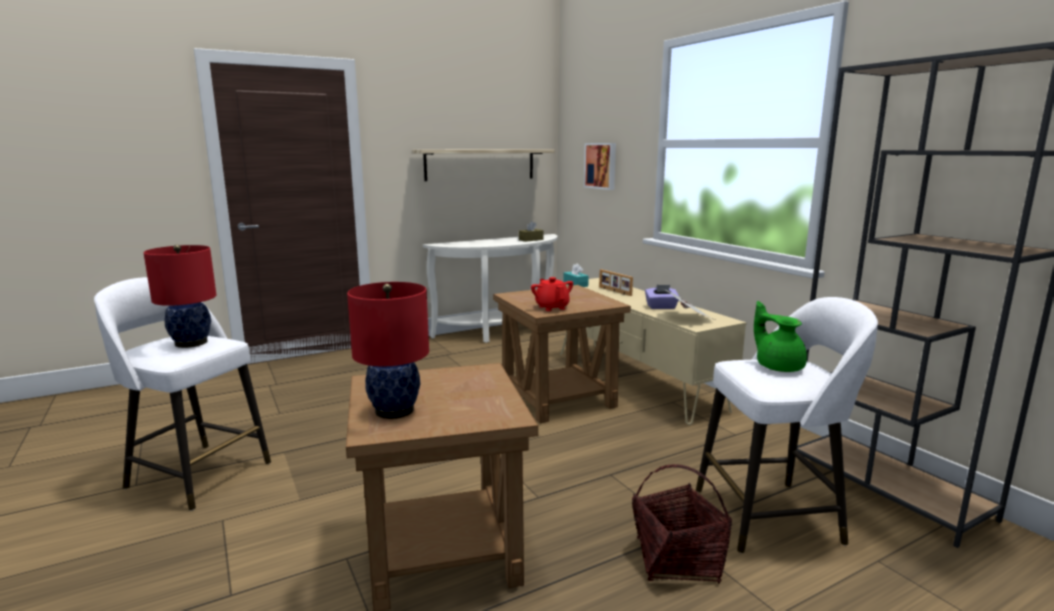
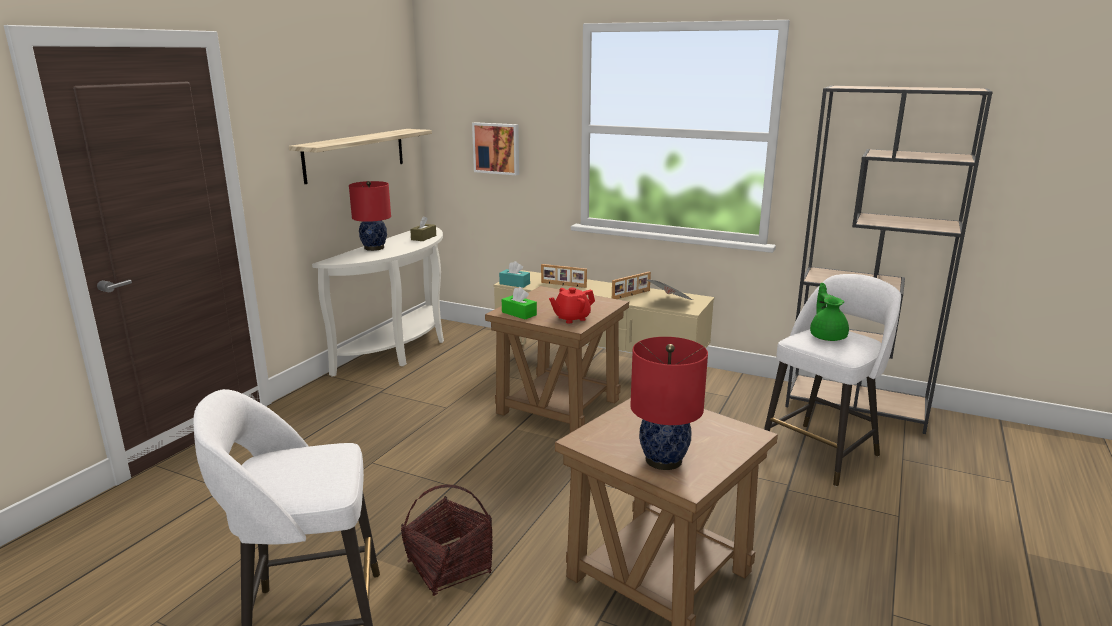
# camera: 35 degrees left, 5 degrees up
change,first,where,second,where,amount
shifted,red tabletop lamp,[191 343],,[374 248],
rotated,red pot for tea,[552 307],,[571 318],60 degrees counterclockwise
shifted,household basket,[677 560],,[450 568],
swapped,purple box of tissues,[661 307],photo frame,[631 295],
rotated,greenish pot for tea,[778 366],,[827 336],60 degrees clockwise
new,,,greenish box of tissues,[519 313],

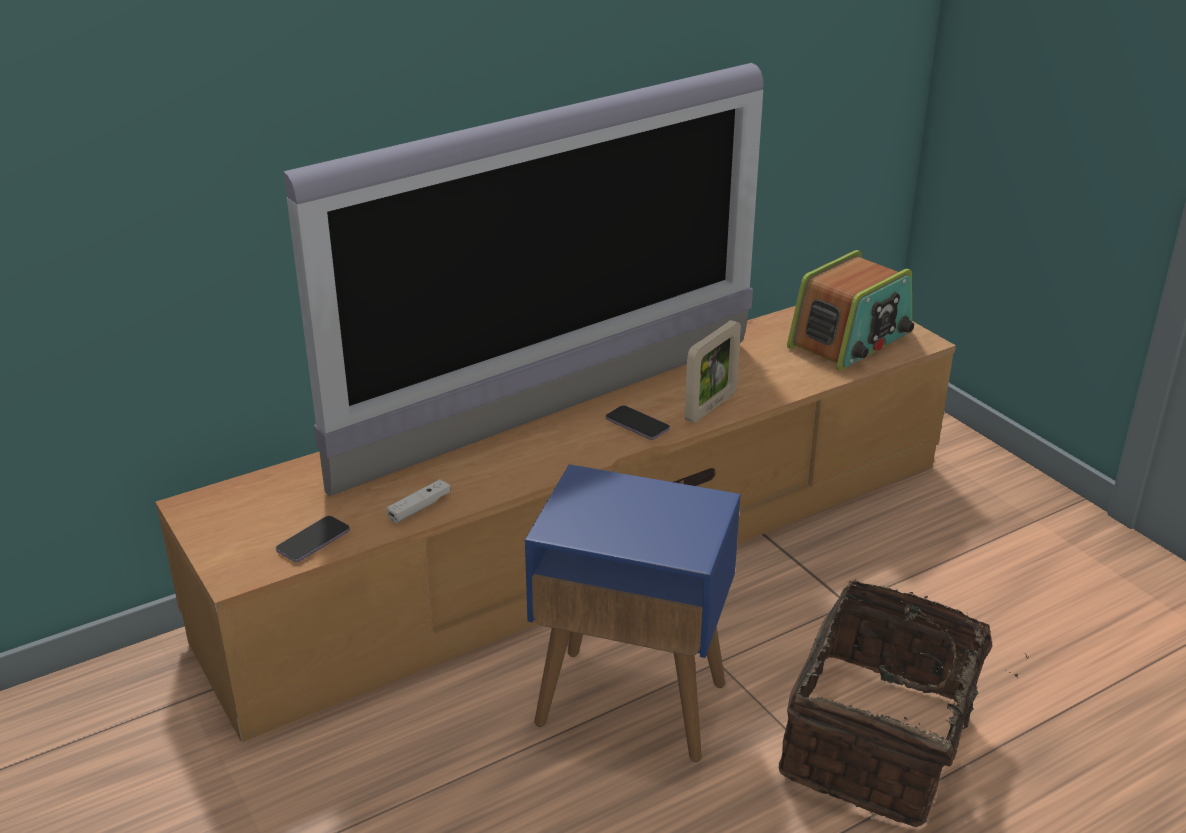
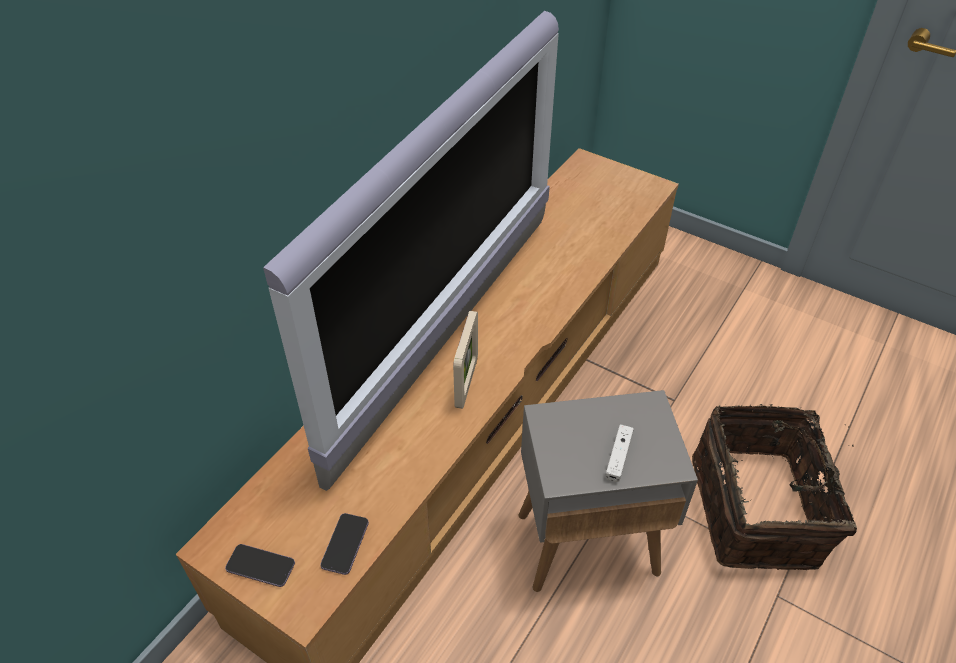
# camera: 25 degrees left, 15 degrees up
change,first,where,second,where,amount
shifted,white-coloured gamepad,[419 507],,[618 457],
repainted,bluish side table,[633 704],gray side table,[589 543],
shifted,phone,[637 424],,[260 566],
shifted,photo frame,[710 407],,[466 383],
gone,radio,[851 340],,,

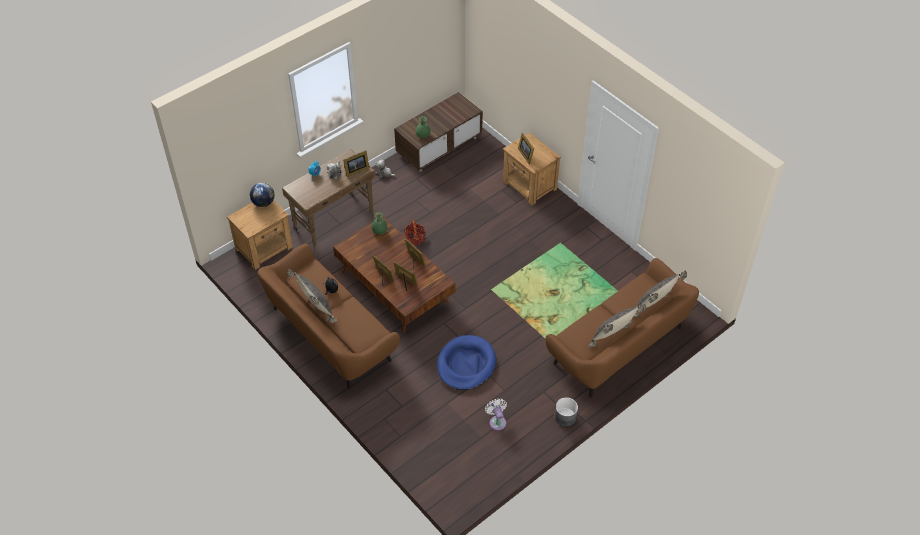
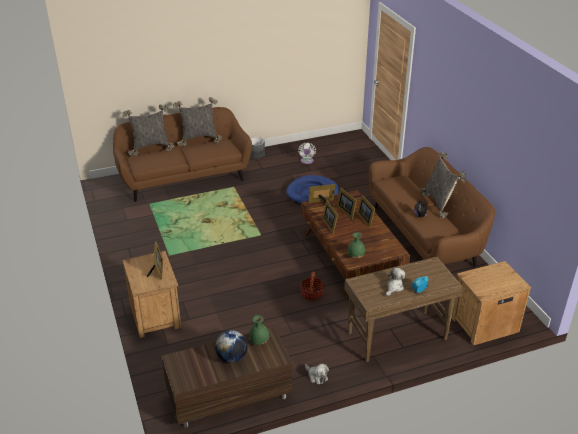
# camera: 160 degrees left, 15 degrees down
change,first,where,second,where,amount
shifted,world globe,[263 203],,[232 357],
shifted,photo frame,[355 170],,[322 203],

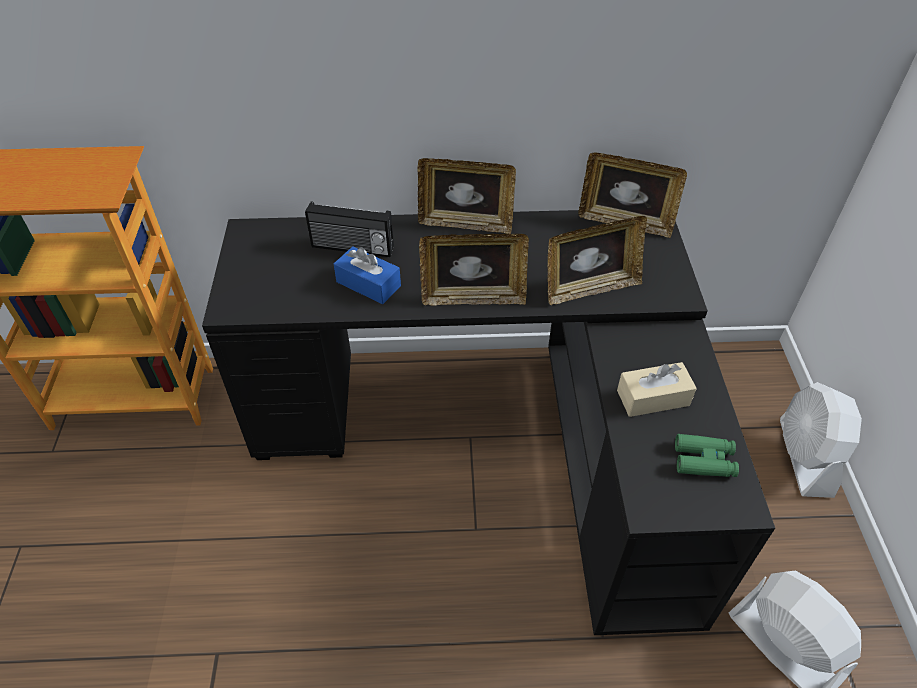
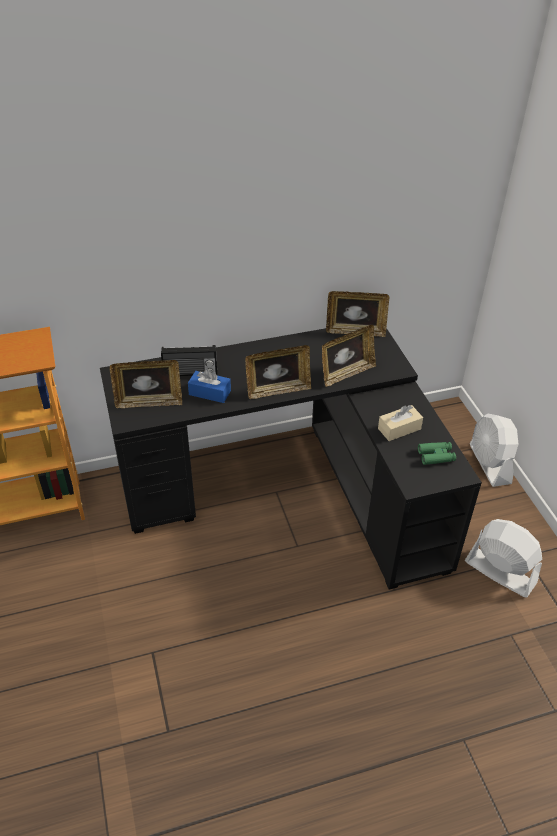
# camera: 15 degrees left, 5 degrees down
change,first,where,second,where,amount
shifted,photo frame,[465 223],,[149 402],

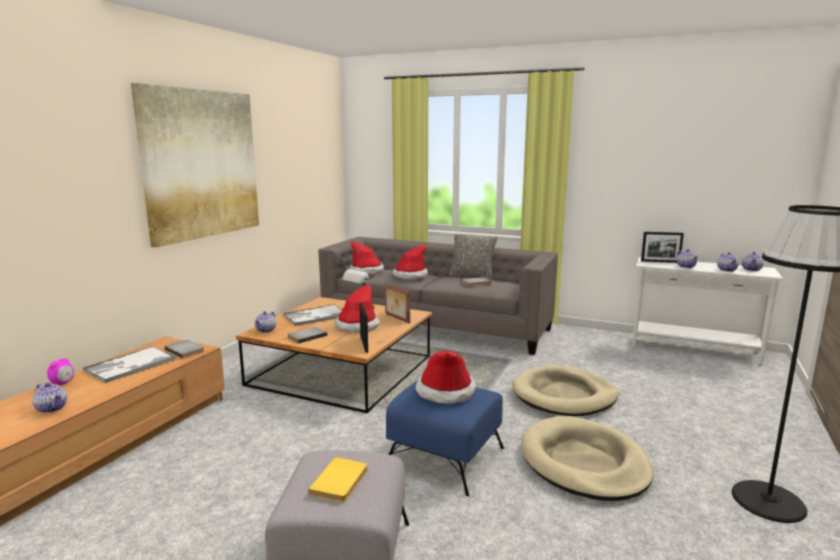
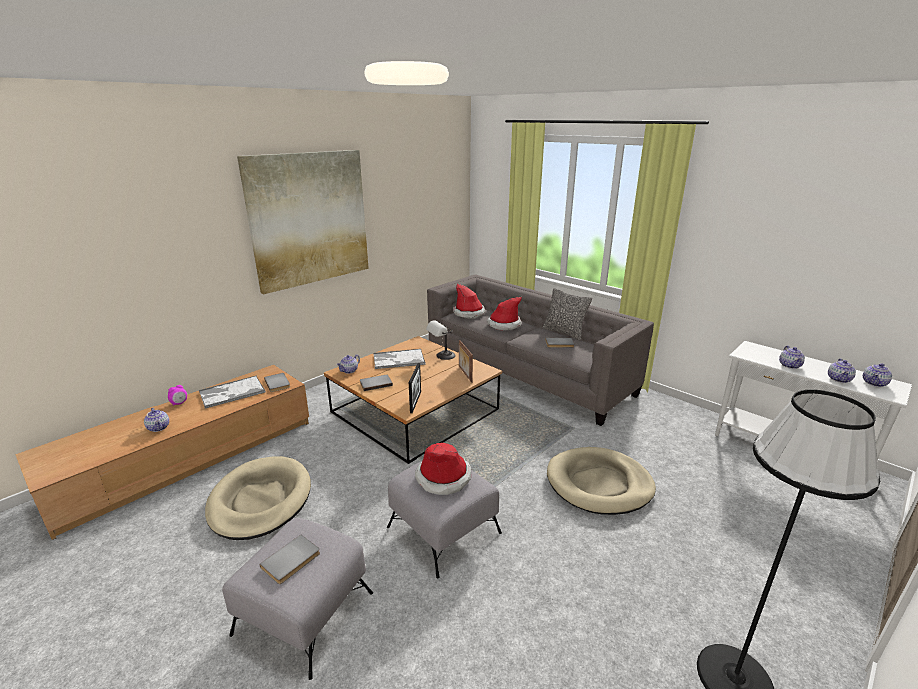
# camera: 20 degrees right, 10 degrees up
change,first,where,second,where,amount
repainted,yellow-coloured book,[341 482],gray book,[292 561],
gone,clothing hat,[357 326],,,
repainted,bluish footrest,[445 458],gray footrest,[444 530],
shifted,beige-coloured dog bed,[583 463],,[260 500],
gone,photo frame,[660 261],,,

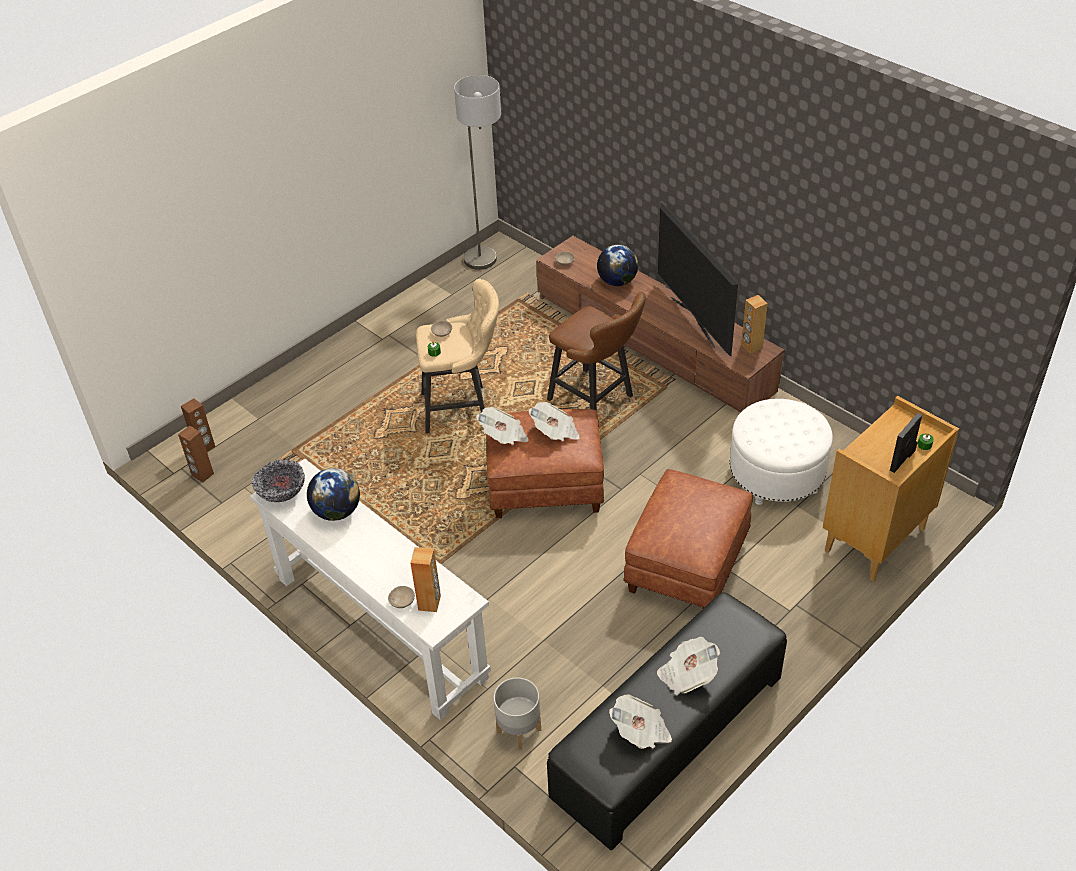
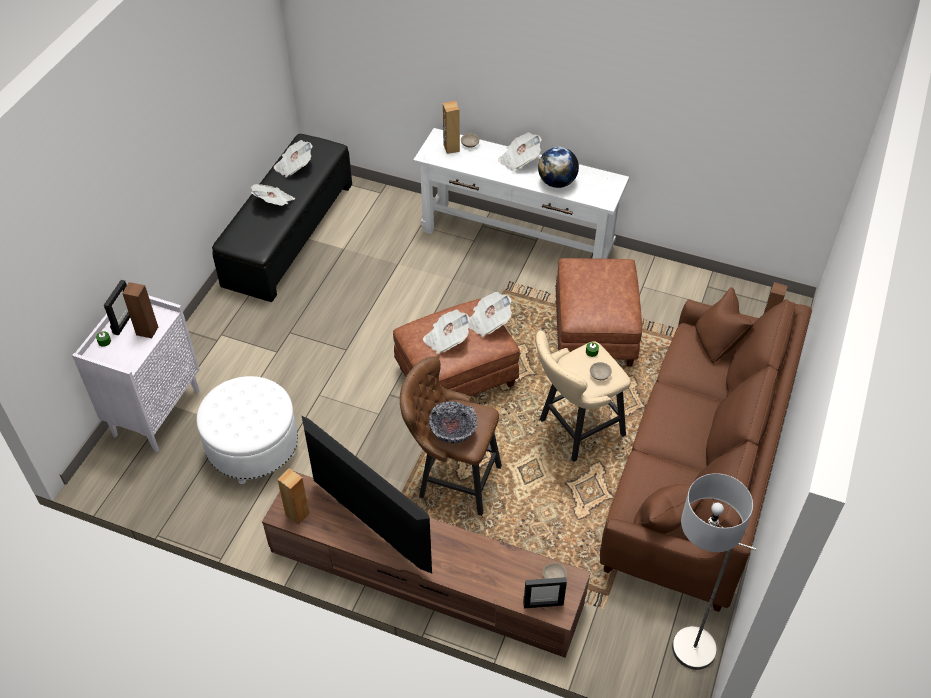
# camera: 155 degrees right, 5 degrees up
change,first,where,second,where,amount
shifted,brownish audio speaker,[202 474],,[147 330],
shifted,serving bowl,[281 493],,[453 432],
gone,gray plant pot,[519 731],,,
gone,world globe,[617 281],,,
shifted,brownish footrest,[687 566],,[593 331],
repainted,brownish storage cabinet,[874 540],white-coloured storage cabinet,[157 412],
new,,,printed paper,[519 160],
new,,,photo frame,[543 603],
new,,,brownish sofa,[696 472],

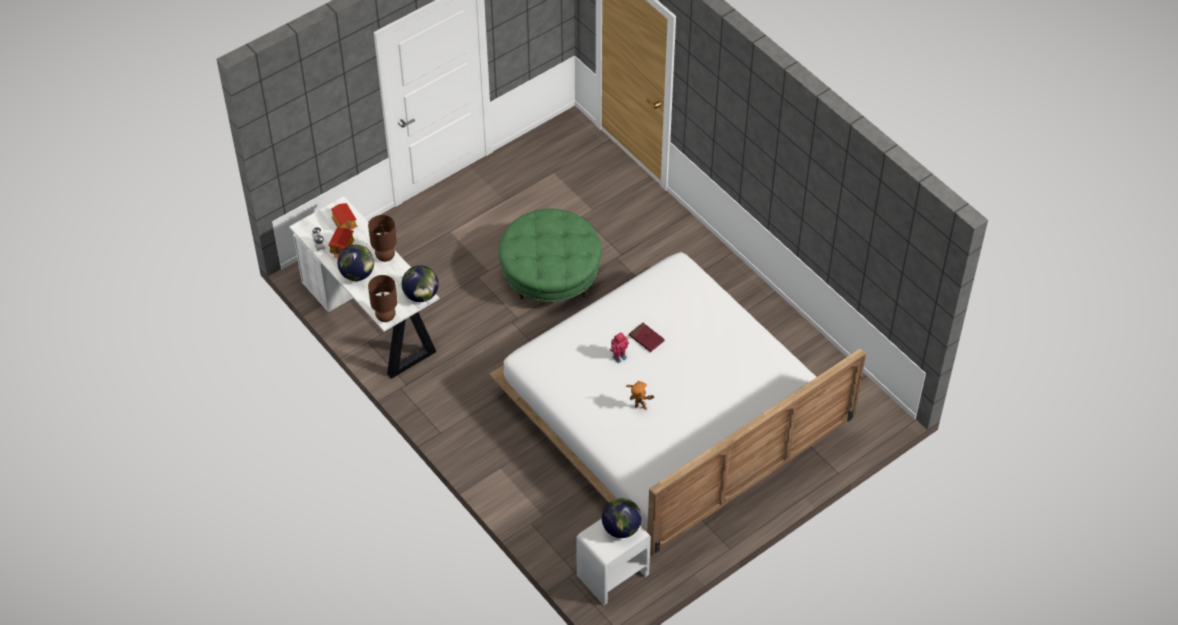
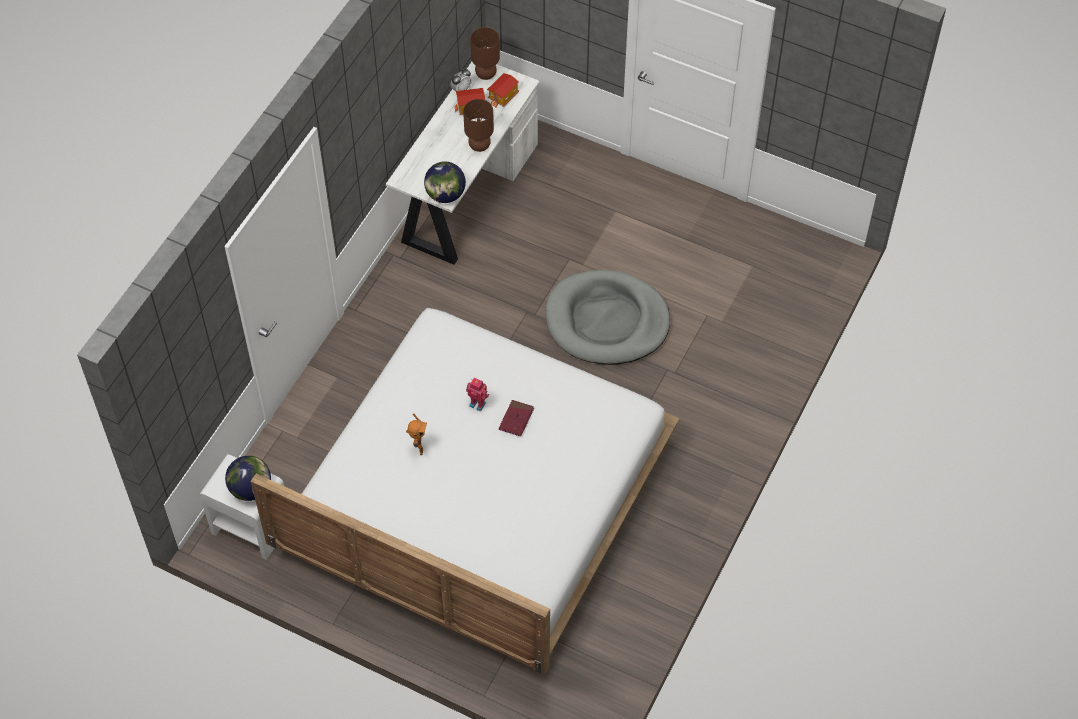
# camera: 65 degrees right, 5 degrees up
change,first,where,second,where,amount
gone,world globe,[357 274],,,
shifted,brownish tabletop lamp,[385 316],,[486 74],
swapped,greenish footrest,[551 276],gray dog bed,[607 321],

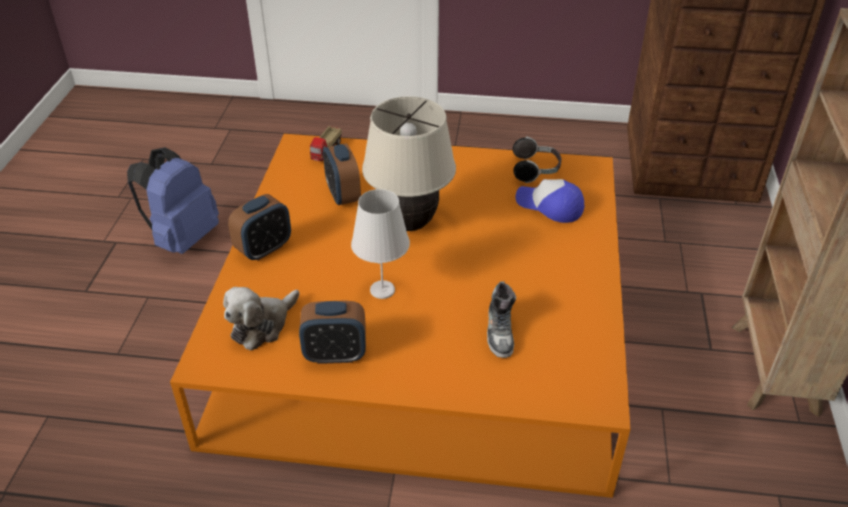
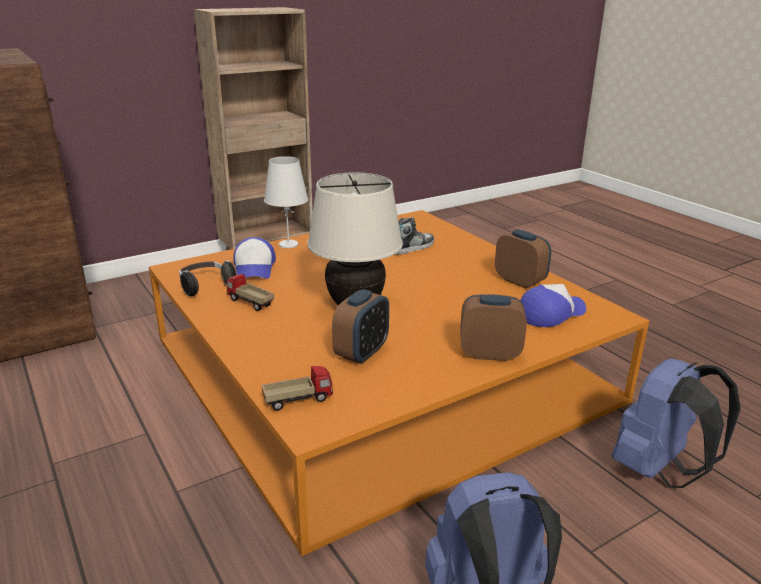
# camera: 130 degrees left, 15 degrees down
change,first,where,second,where,amount
swapped,soft toy,[262 325],peaked cap,[551 313],
shifted,white-coloured tabletop lamp,[382 290],,[288 244],
new,,,toy lorry,[249 303],
new,,,bluish backpack,[658 470],

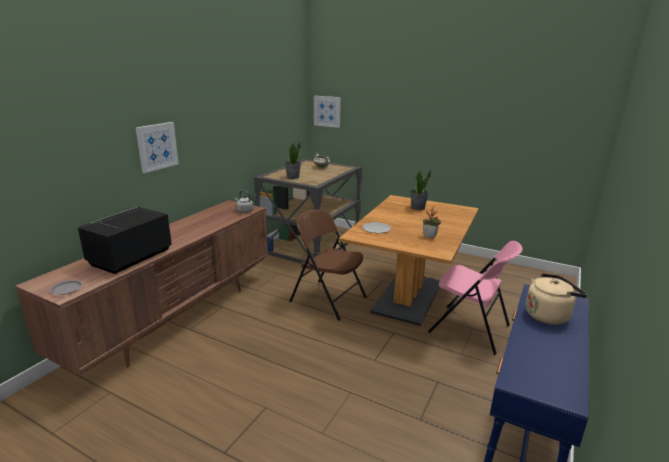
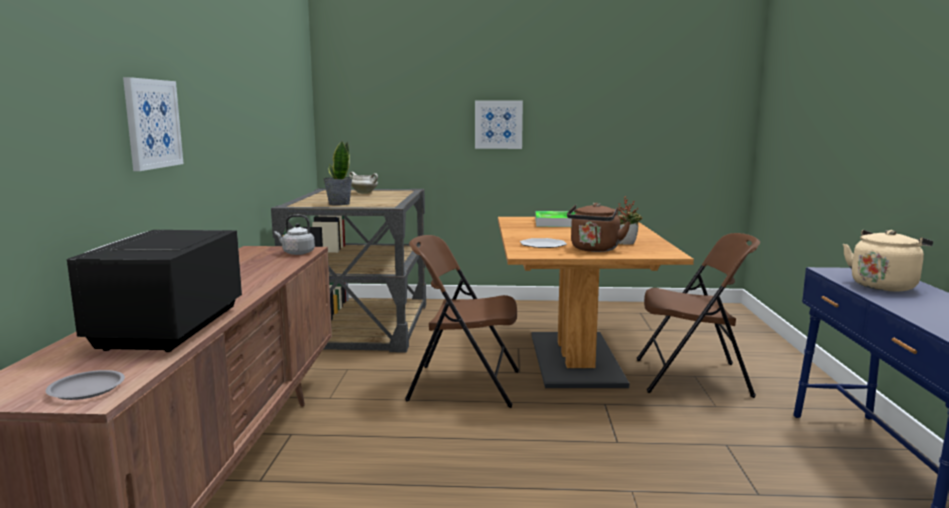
# camera: 25 degrees left, 10 degrees down
change,first,where,second,where,amount
shifted,picture,[327 111],,[498 124],
swapped,potted plant,[417 207],tray,[558 223],
repainted,pink-coloured chair,[469 329],brownish chair,[692 377],
new,,,brownish tea kettle,[594 249],

